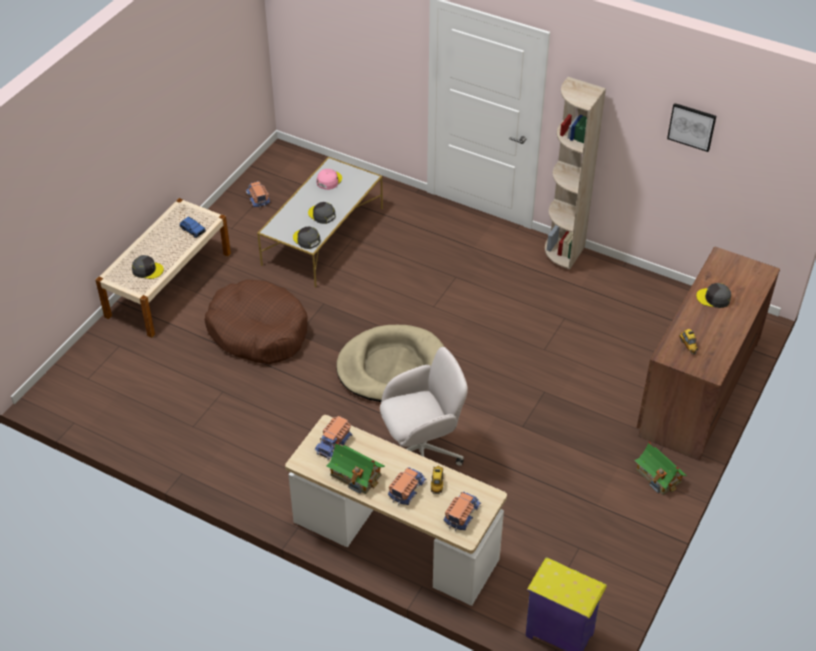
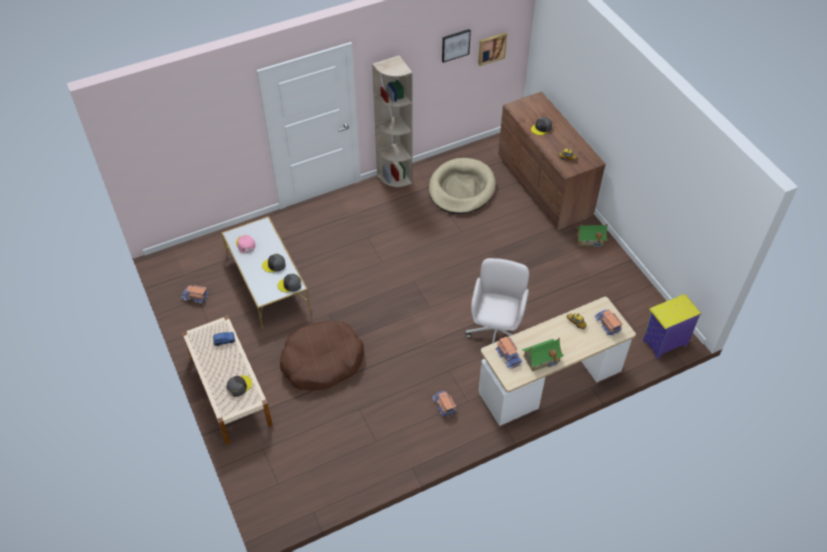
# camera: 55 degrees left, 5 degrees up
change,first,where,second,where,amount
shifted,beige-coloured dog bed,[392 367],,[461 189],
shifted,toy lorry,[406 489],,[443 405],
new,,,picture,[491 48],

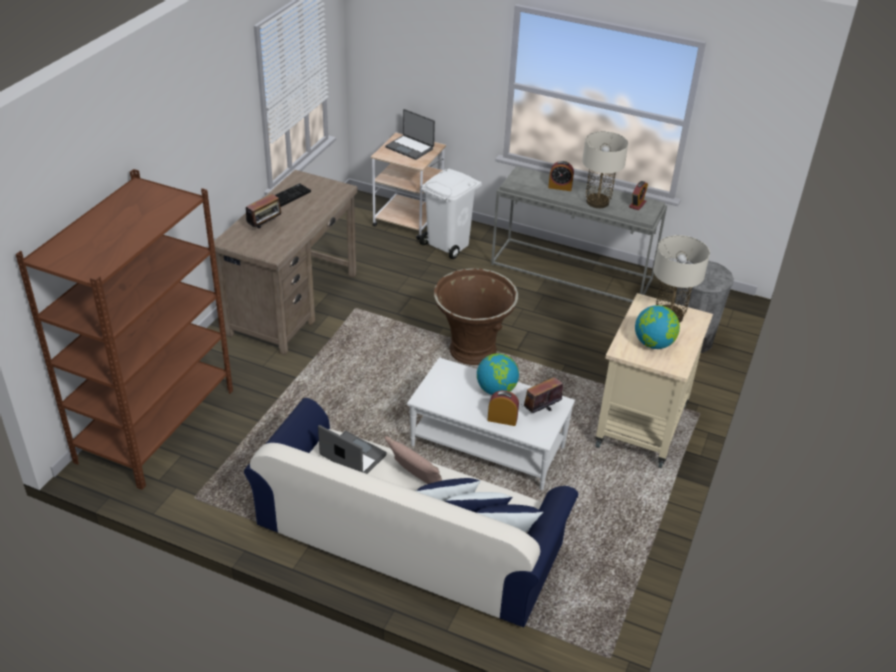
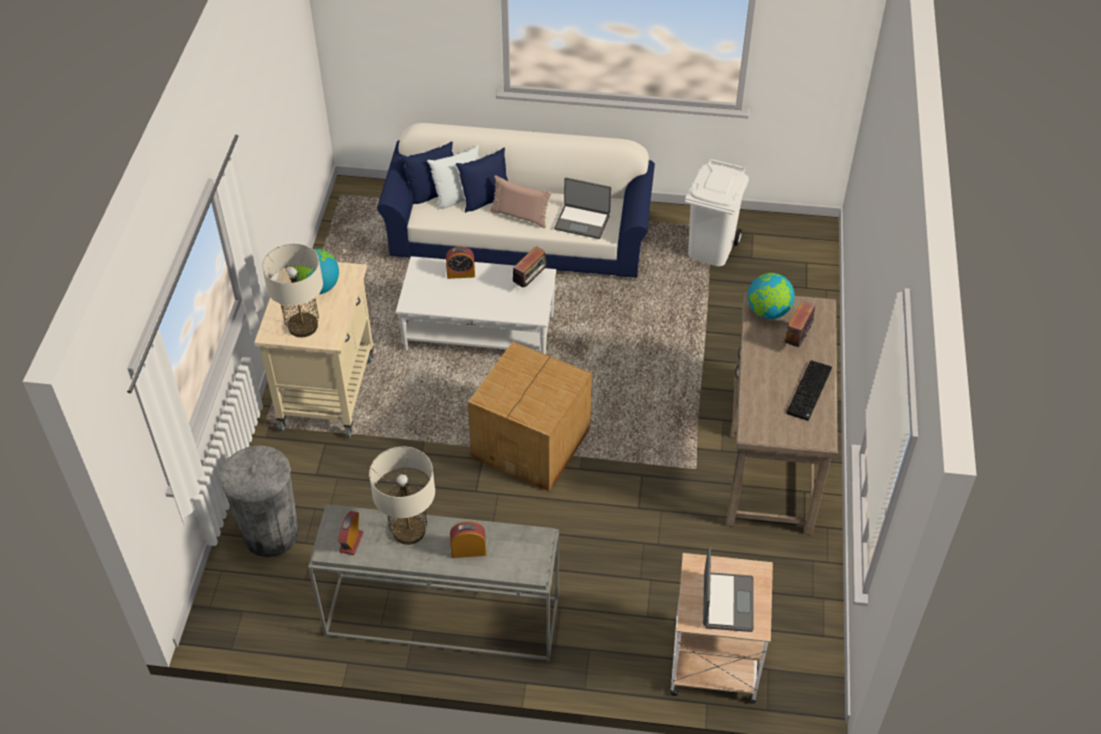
# camera: 165 degrees right, 10 degrees up
change,first,where,second,where,amount
gone,brownish shelving unit,[156 425],,,
rotated,notebook computer,[410 148],,[726 602],75 degrees clockwise
shifted,white-coloured waste bin,[448 245],,[709 249],
swapped,brownish plant pot,[472 351],cardboard box,[533 443],
shifted,world globe,[496 390],,[768 312],
shifted,radio,[540 411],,[530 281],

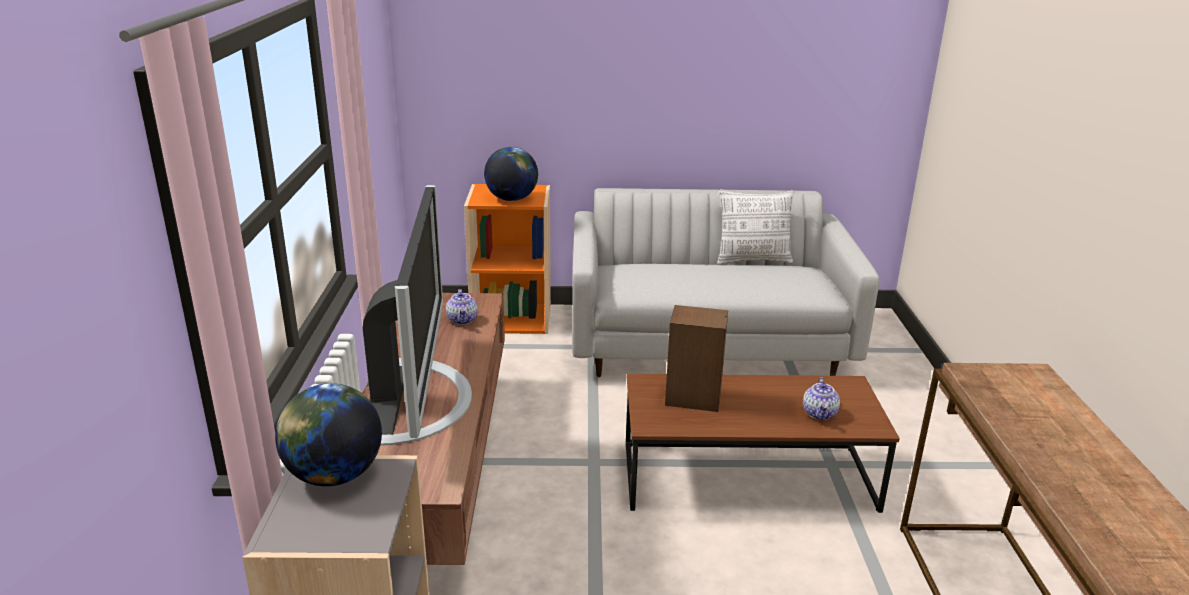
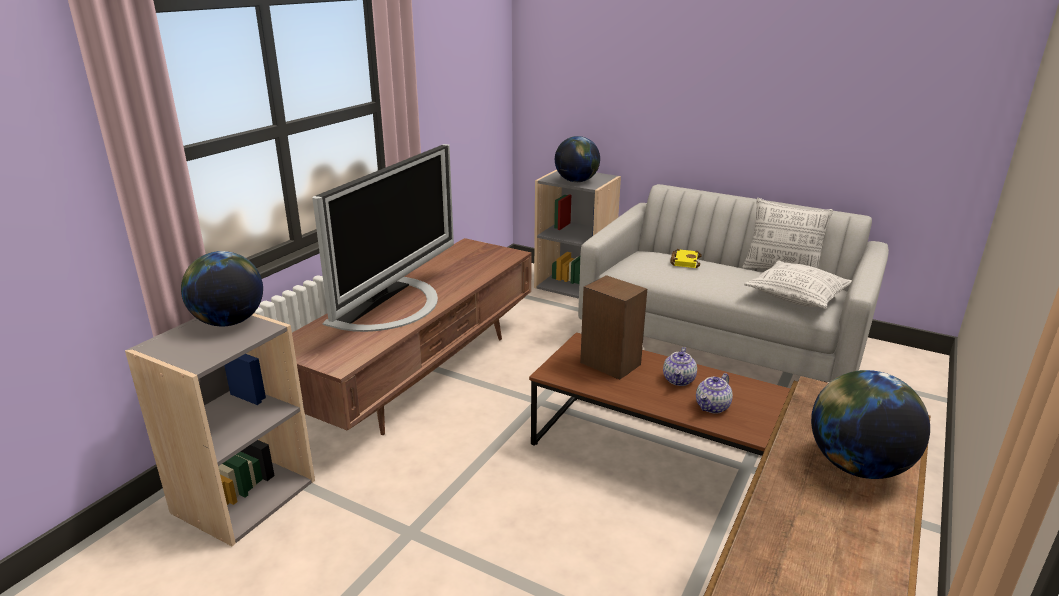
# camera: 30 degrees right, 0 degrees up
change,first,where,second,where,amount
shifted,pot for tea,[463 320],,[679 380],
repainted,orange shelving unit,[513 318],gray shelving unit,[575 284],
new,,,yellow-coloured book,[684 261],
new,,,pillow,[797 296],
new,,,world globe,[857 466],

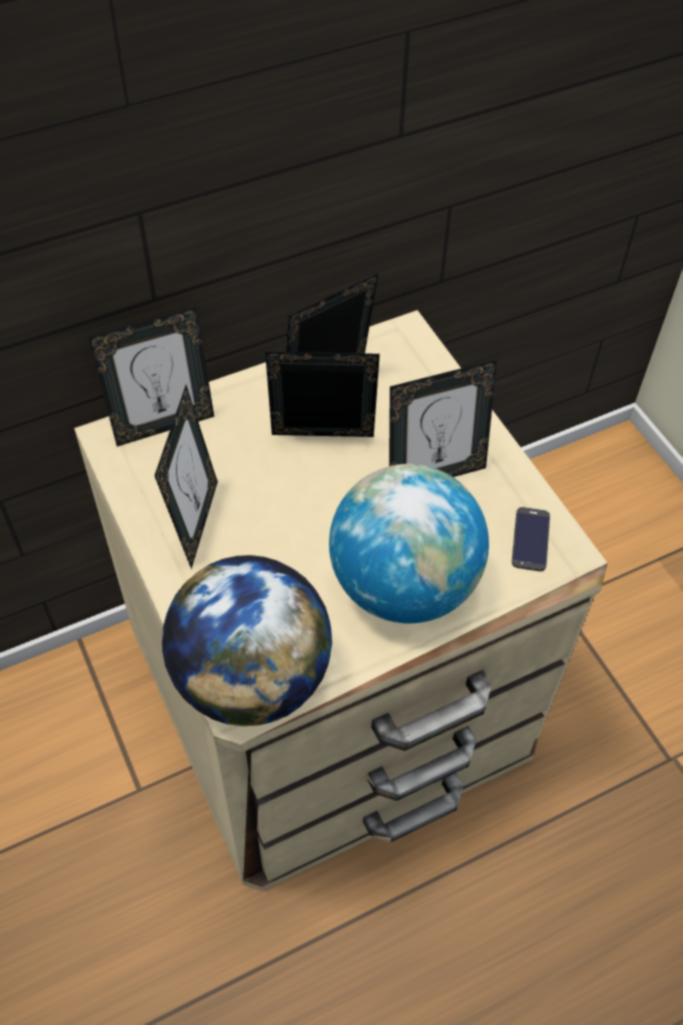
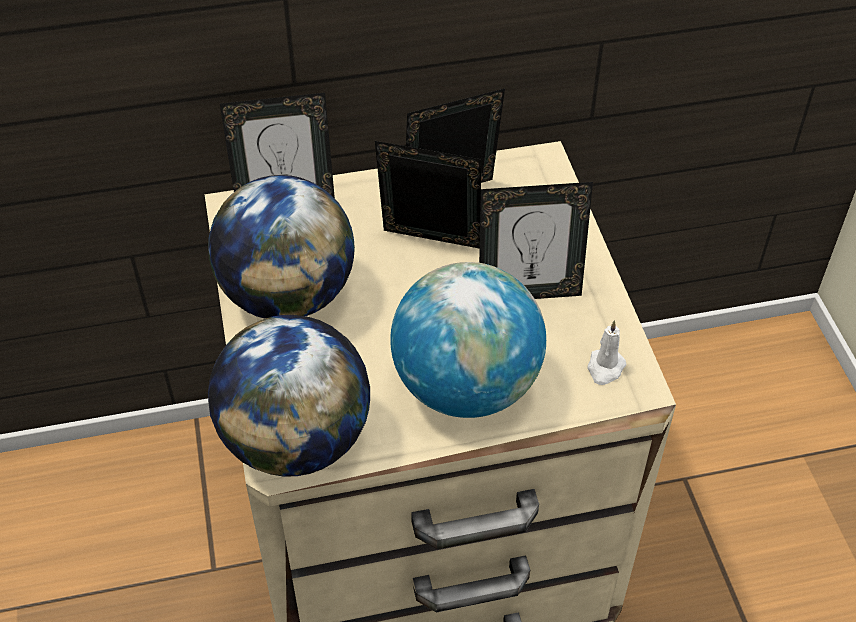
# camera: 15 degrees right, 5 degrees down
change,first,where,second,where,amount
swapped,photo frame,[196 523],world globe,[288 295],
swapped,phone,[531 539],white-coloured wax candle,[605 368],

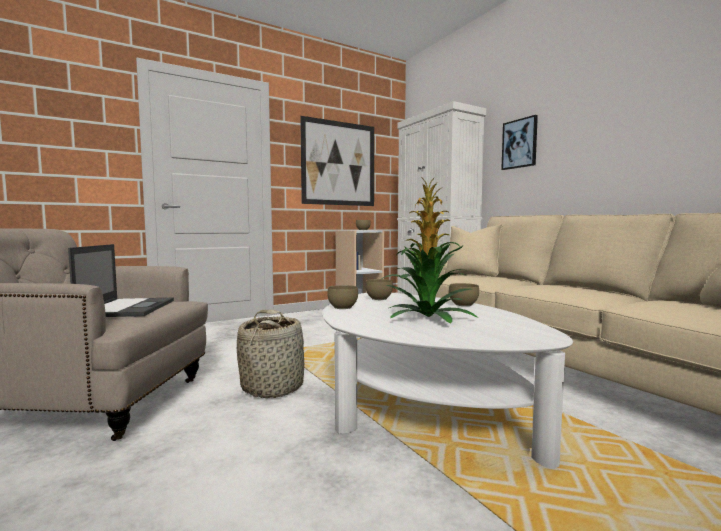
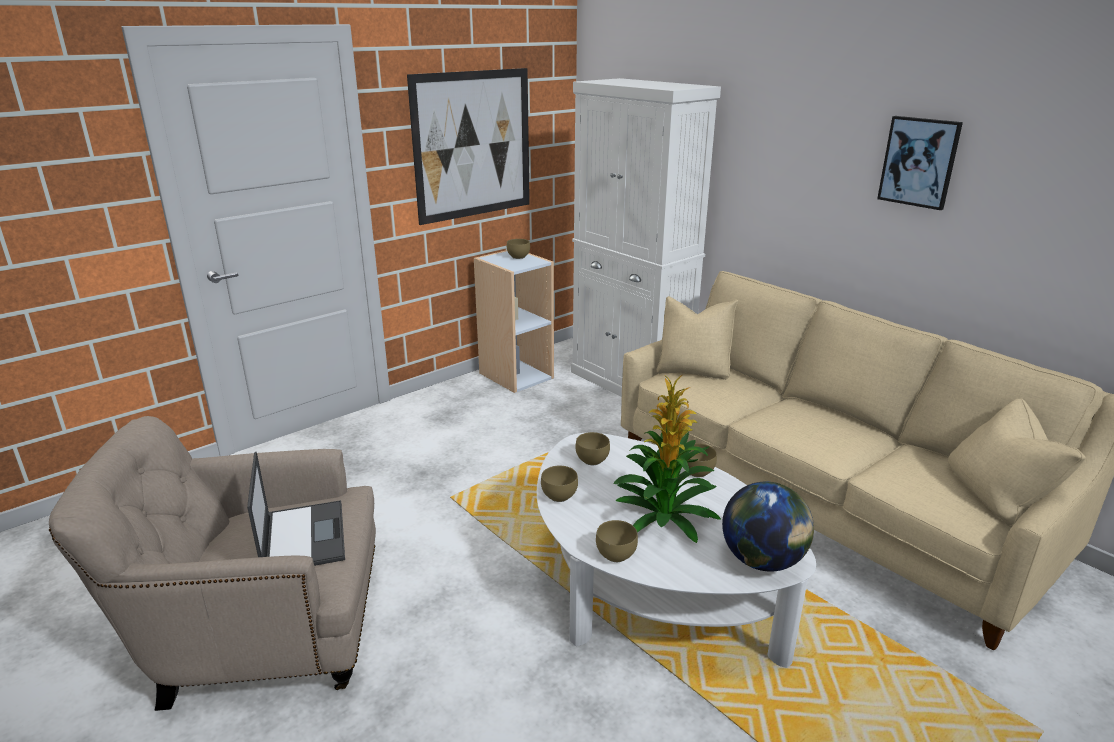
# camera: 10 degrees left, 20 degrees up
change,first,where,second,where,amount
gone,household basket,[273 387],,,
shifted,picture,[520 143],,[919 162],
new,,,brownish serving bowl,[617 555],
new,,,world globe,[763 560],

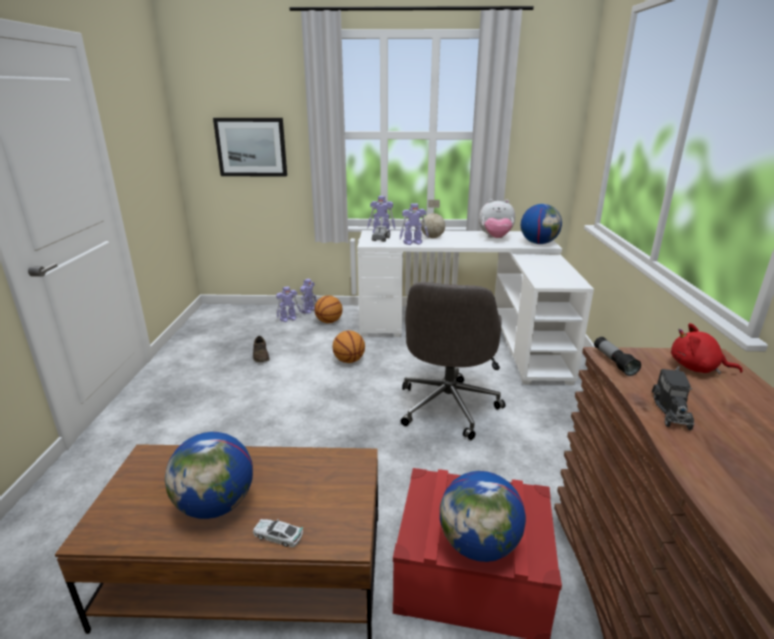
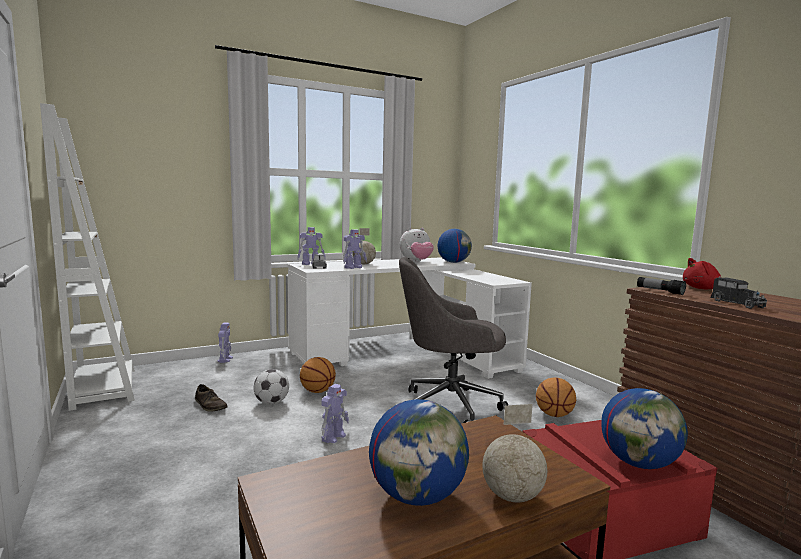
# camera: 30 degrees left, 15 degrees down
change,first,where,second,where,amount
gone,picture,[251 147],,,
swapped,model car,[278 535],world globe,[513 496],
shifted,robot figure,[289 319],,[334 436],
shifted,basketball ball,[329 321],,[553 415],
rotated,gray computer chair,[448 407],,[449 406],105 degrees clockwise
new,,,white-coloured shelving unit,[104 388],
new,,,football,[271 403],

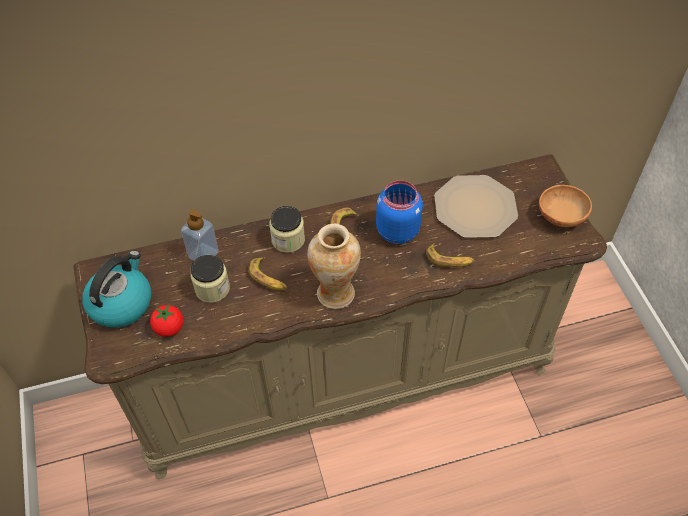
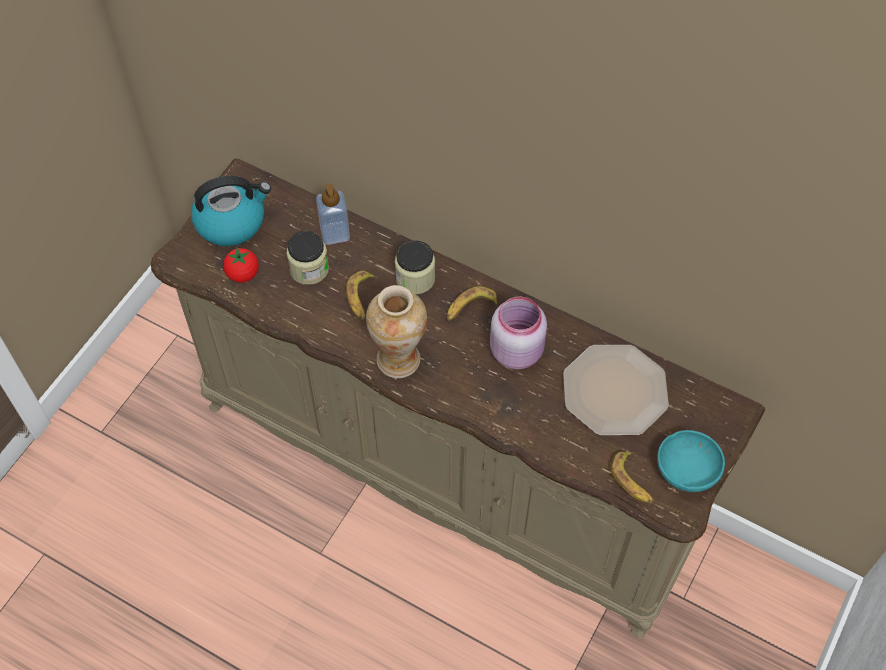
# camera: 45 degrees right, 5 degrees up
change,first,where,second,where,amount
repainted,bluish preserve jar,[397 230],pink-coloured preserve jar,[517 350],
shifted,banana fruit,[449 259],,[632 481],
repainted,brownish serving bowl,[560 216],turquoise serving bowl,[687 470],

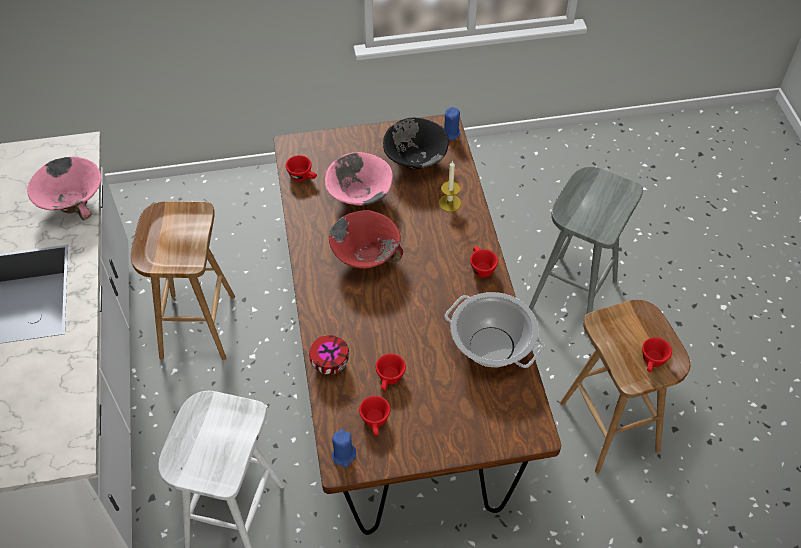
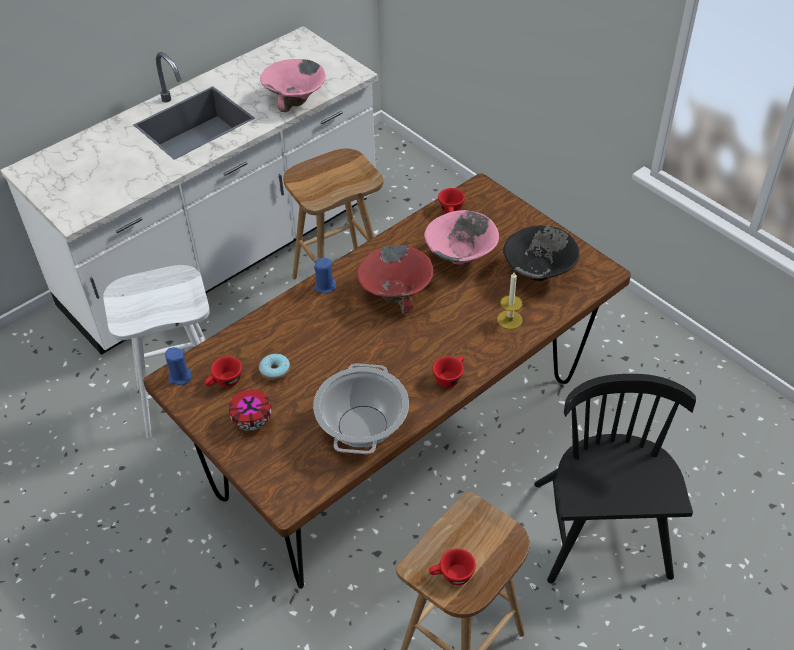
# camera: 60 degrees right, 5 degrees down
change,first,where,second,where,amount
shifted,serving bowl,[329 363],,[253 420],
swapped,red small cup,[389 380],donut,[275 371],
shifted,bluish wax candle,[450 133],,[325 286],
swapped,gray stool,[572 293],black chair,[603 537],

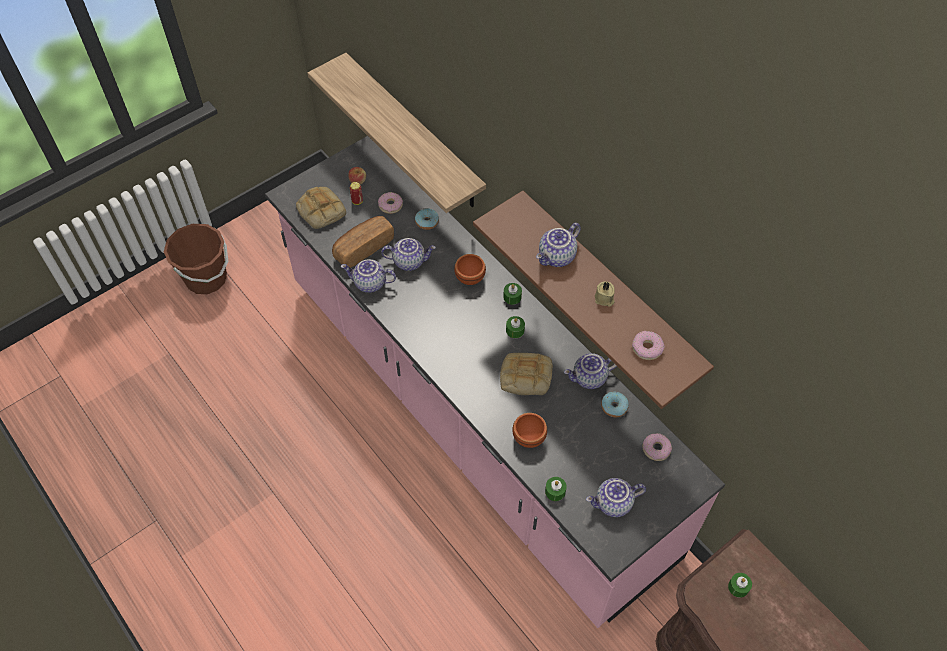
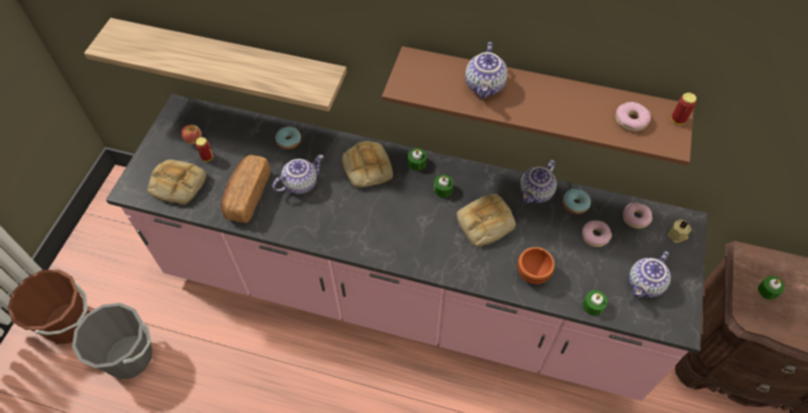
# camera: 35 degrees left, 0 degrees up
change,first,where,second,where,amount
gone,pot for tea,[369 284],,,
shifted,donut,[390 205],,[595 236],
swapped,brownish serving bowl,[469 277],bread,[366 167],
shifted,beige-coloured wax candle,[604 299],,[677 235],
new,,,gray pail,[129 357],
new,,,can,[678 120],

